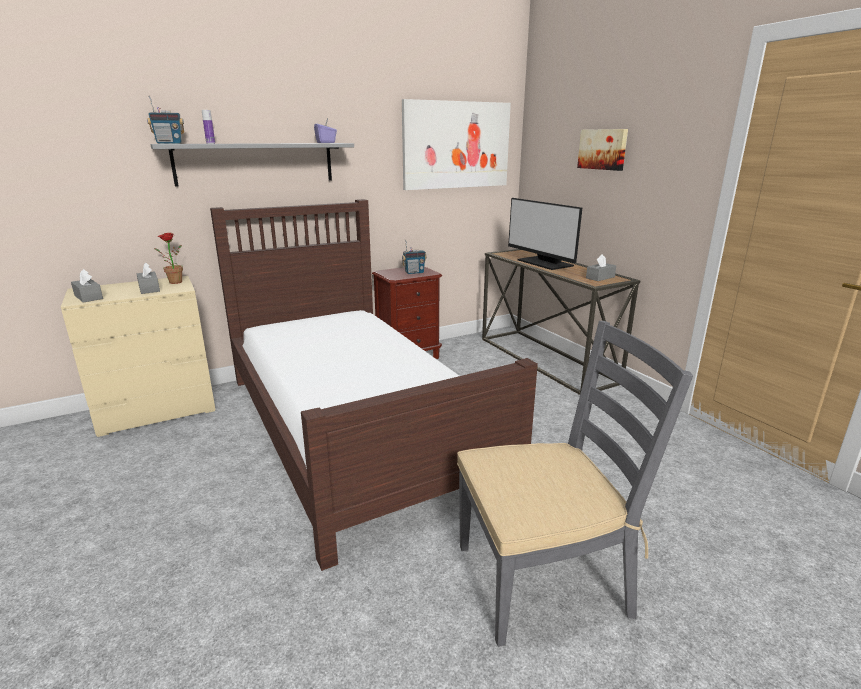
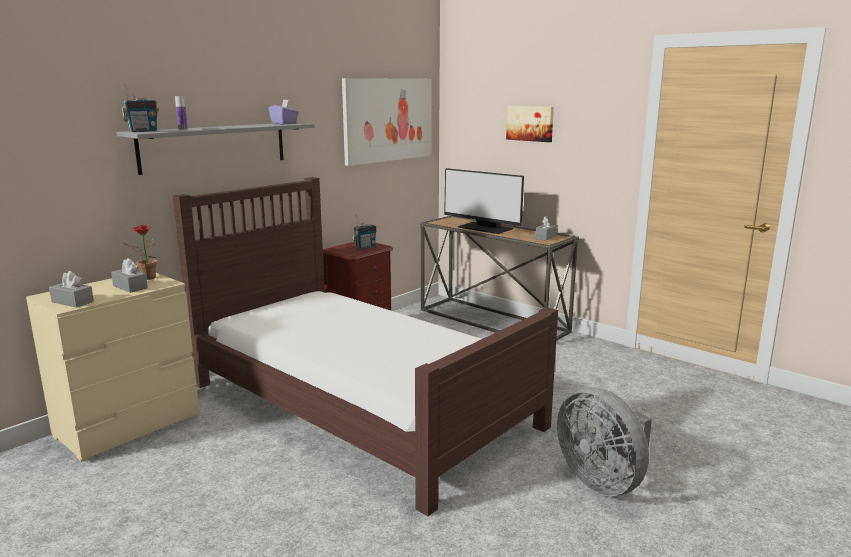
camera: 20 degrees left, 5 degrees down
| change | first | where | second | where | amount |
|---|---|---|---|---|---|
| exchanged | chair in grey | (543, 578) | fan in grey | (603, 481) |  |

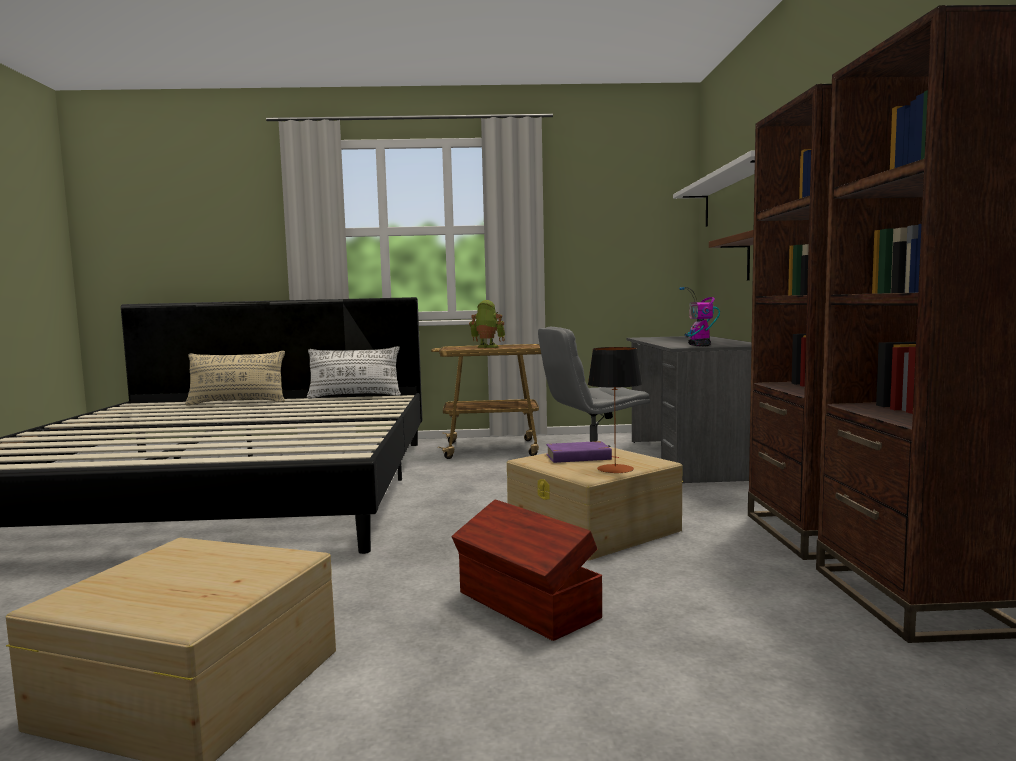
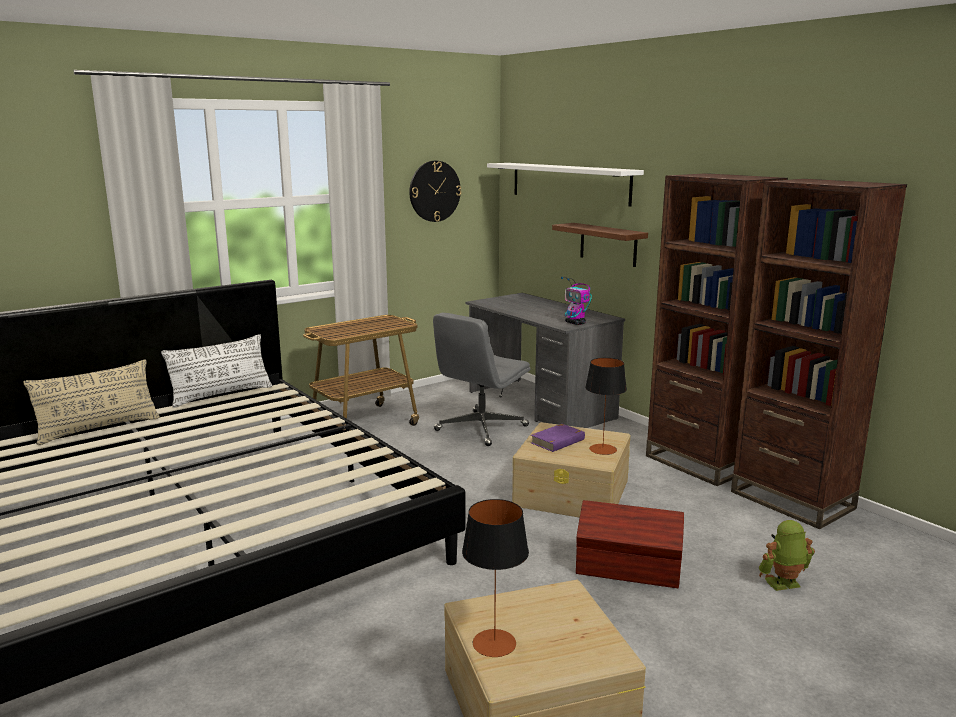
camera: 35 degrees left, 10 degrees up
| change | first | where | second | where | amount |
|---|---|---|---|---|---|
| appeared |  |  | wall clock | (434, 191) |  |
| appeared |  |  | table lamp | (494, 643) |  |
| relocated | toy robot | (487, 347) |  | (783, 585) |  |

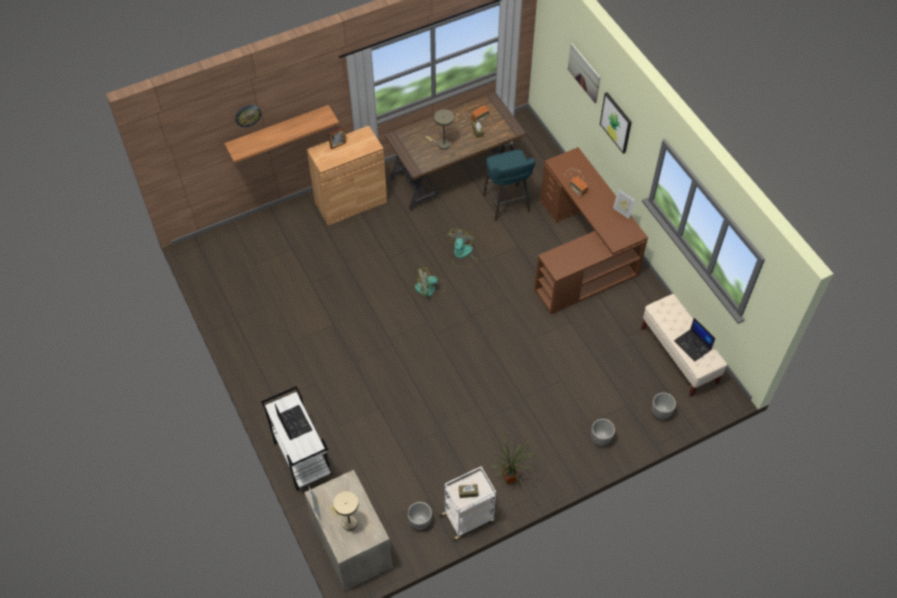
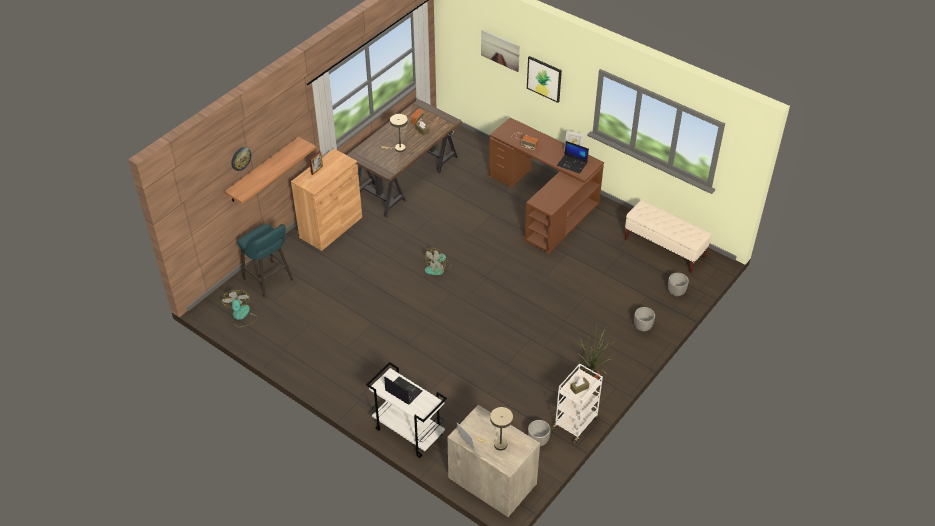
camera: 25 degrees left, 10 degrees down
| change | first | where | second | where | amount |
|---|---|---|---|---|---|
| relocated | fan | (461, 255) |  | (241, 316) |  |
| relocated | stool in turquoise | (507, 205) |  | (270, 281) |  |
| relocated | laptop | (693, 345) |  | (572, 164) |  |

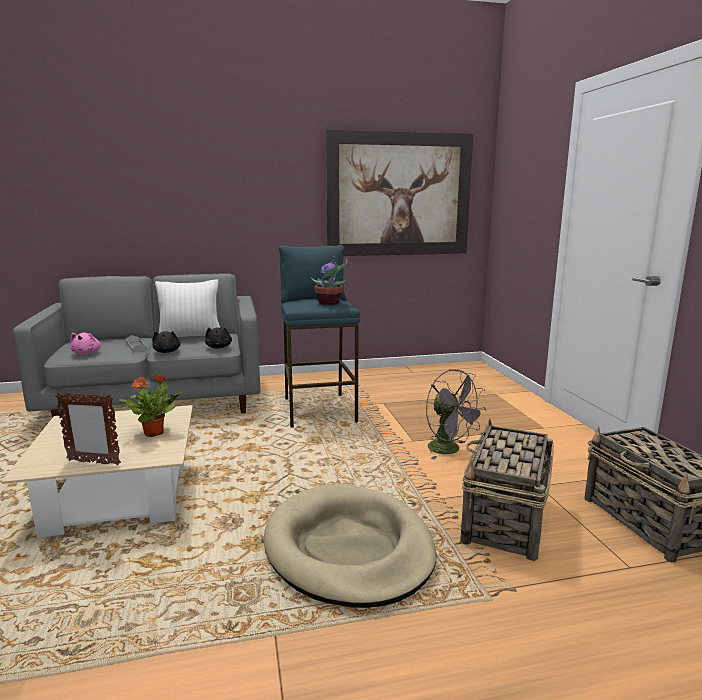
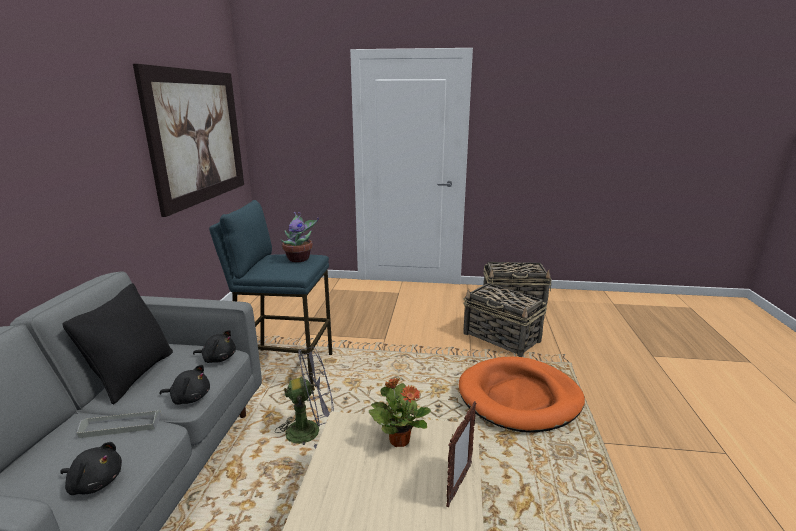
camera: 70 degrees left, 5 degrees up
| change | first | where | second | where | amount |
|---|---|---|---|---|---|
| colour | plush toy in pink | (87, 353) | plush toy in black | (95, 482) |  |
| colour | pillow in white | (191, 337) | pillow in black | (134, 375) |  |
| relocated | fan in grey | (450, 450) |  | (310, 429) |  |
| colour | dog bed in beige | (348, 549) | dog bed in orange | (519, 397) |  |

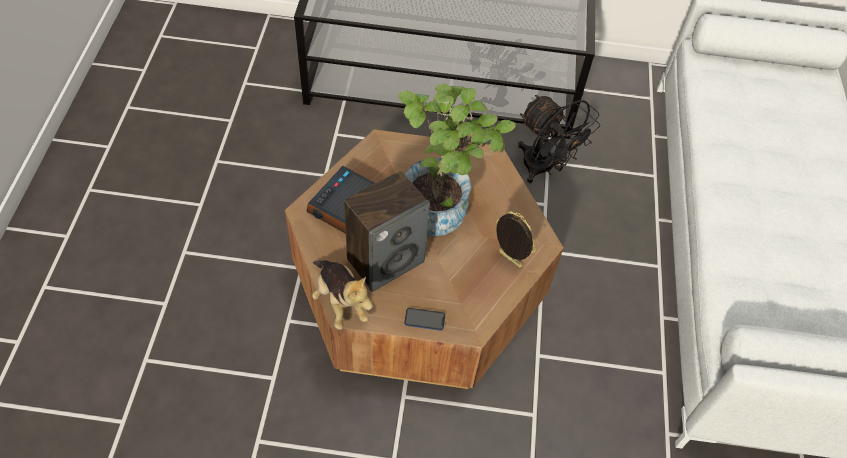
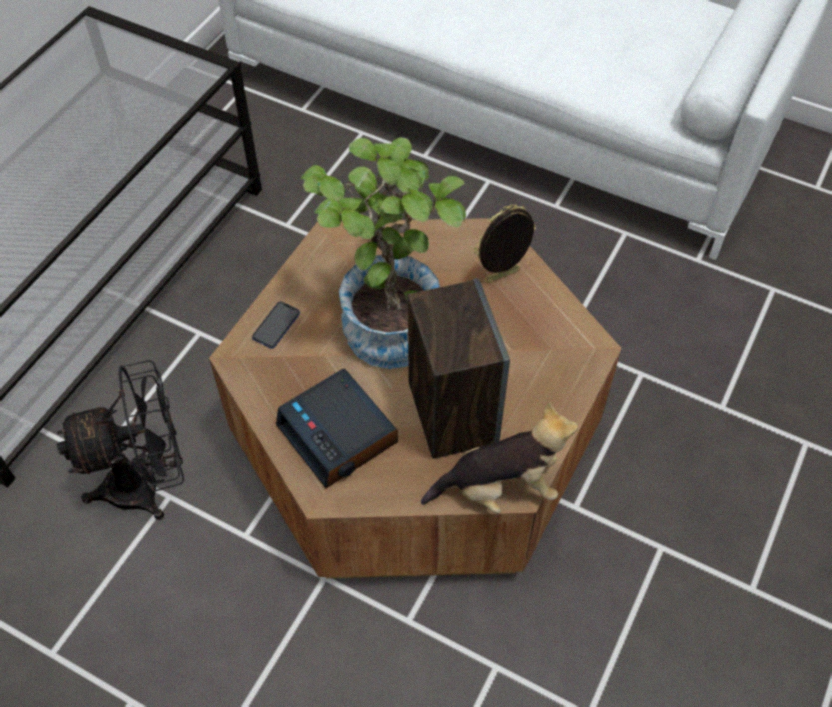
camera: 65 degrees left, 0 degrees up
| change | first | where | second | where | amount |
|---|---|---|---|---|---|
| relocated | fan in black | (544, 168) |  | (148, 484) |  |
| relocated | phone | (424, 319) |  | (276, 326) |  |

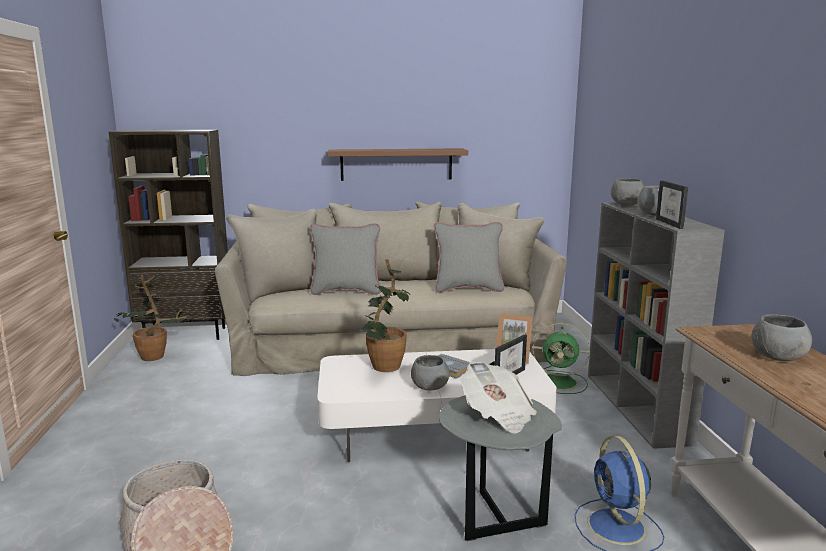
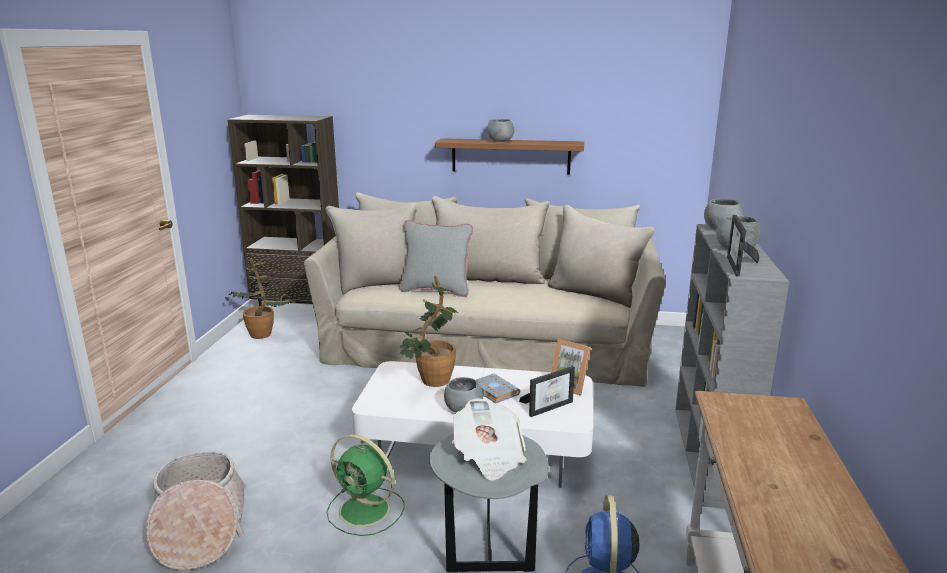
camera: 15 degrees right, 5 degrees up
| change | first | where | second | where | amount |
|---|---|---|---|---|---|
| relocated | fan in green | (560, 382) |  | (366, 511) |  |
| relocated | bowl in grey | (777, 357) |  | (500, 141) |  |
| missing | pillow in grey | (468, 289) |  |  |  |

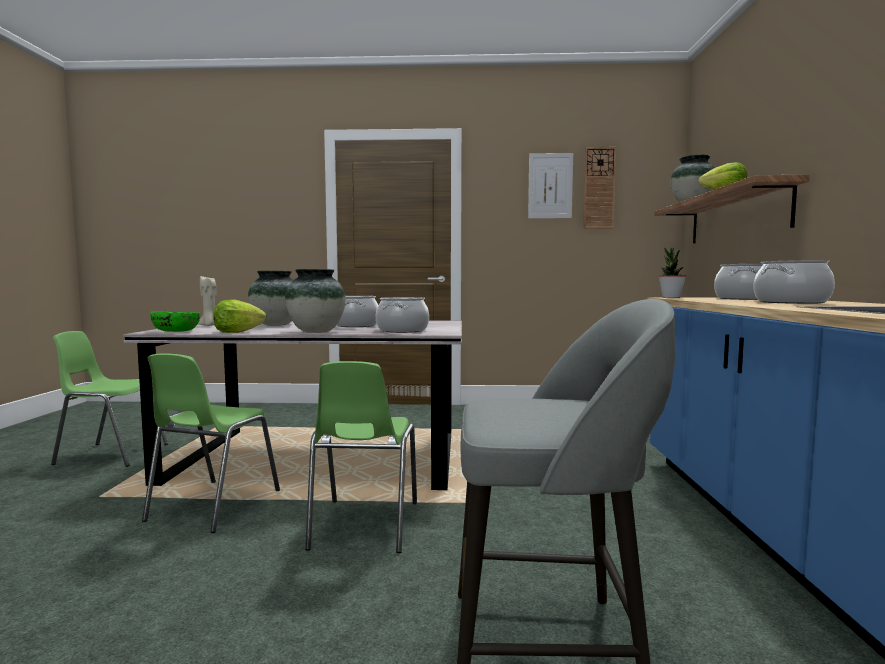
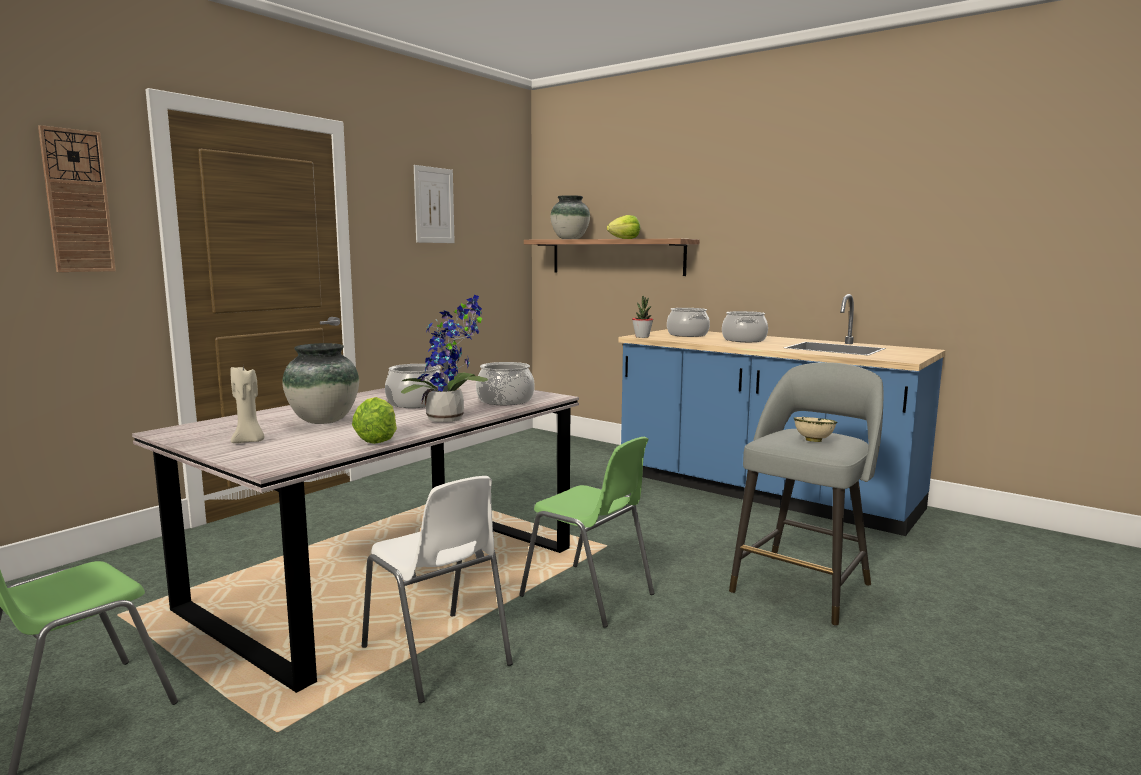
camera: 55 degrees left, 5 degrees up
| change | first | where | second | where | amount |
|---|---|---|---|---|---|
| relocated | wall clock | (599, 188) |  | (77, 201) |  |
| colour | chair in green | (212, 506) | chair in white | (437, 656) |  |
| exchanged | vase | (316, 331) | potted plant | (450, 419) |  |
| appeared |  |  | bowl in beige | (812, 441) |  |
| missing | bowl in green | (177, 331) |  |  |  |

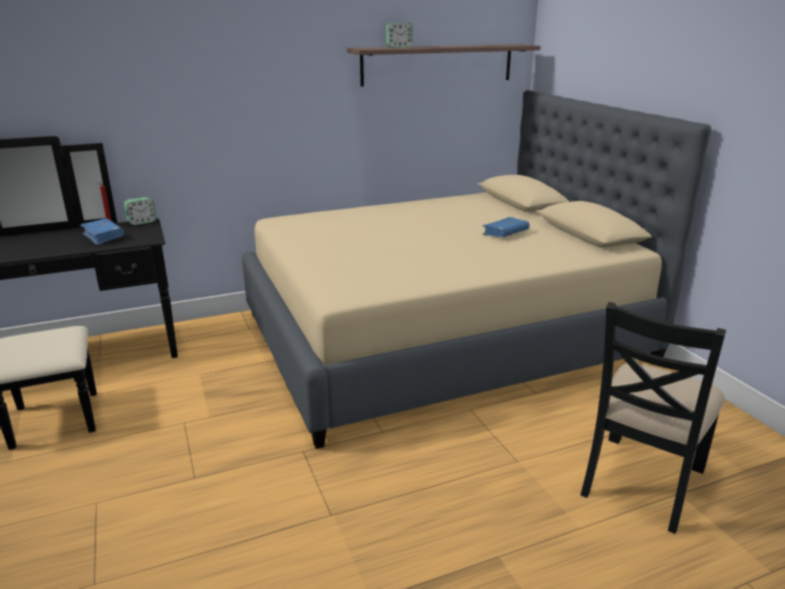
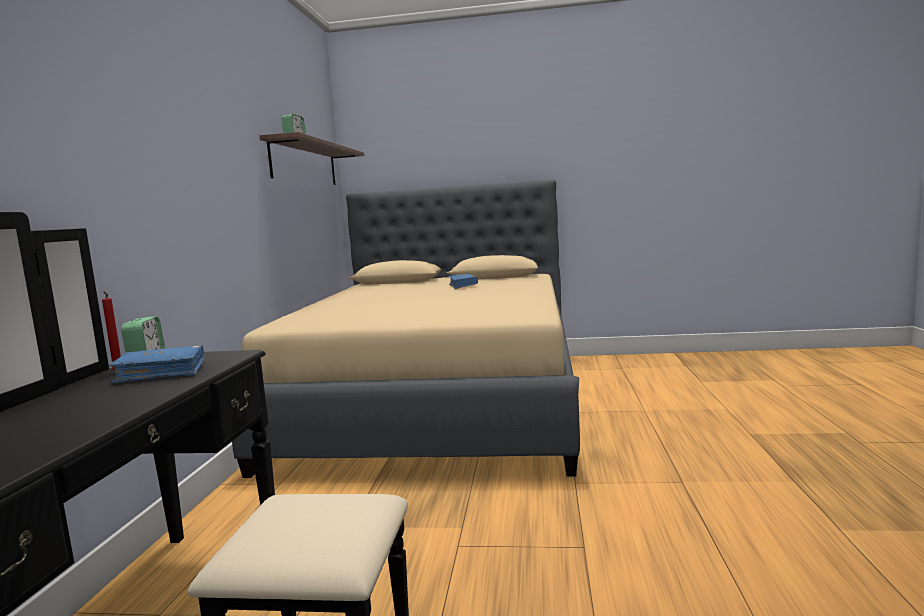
camera: 60 degrees left, 15 degrees down
| change | first | where | second | where | amount |
|---|---|---|---|---|---|
| missing | chair in black | (641, 481) |  |  |  |

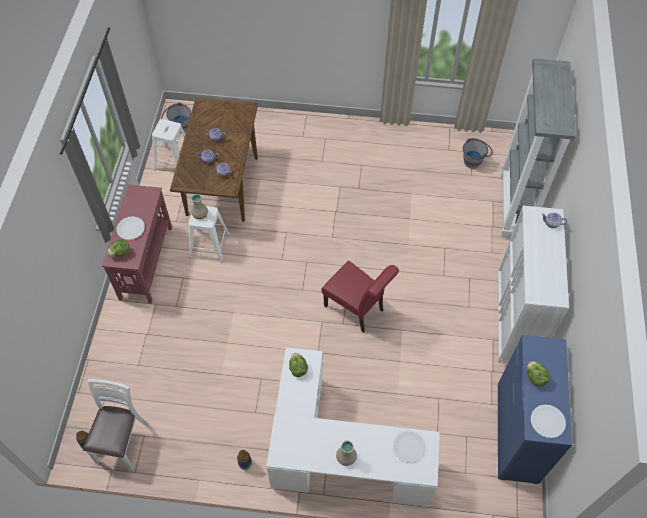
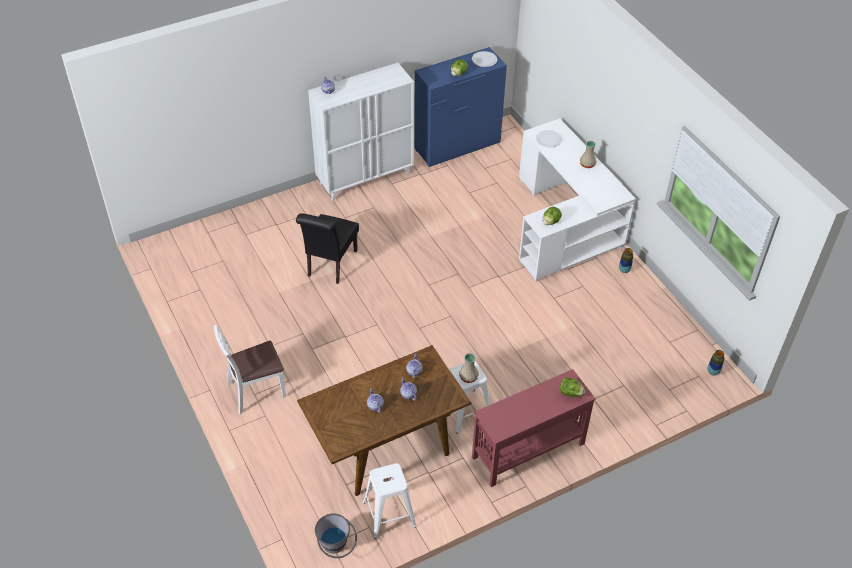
camera: 125 degrees left, 10 degrees down
| change | first | where | second | where | amount |
|---|---|---|---|---|---|
| relocated | chair in white | (122, 441) |  | (255, 391) |  |
| appeared |  |  | chair in black | (330, 265) |  |
| missing | plate in white | (131, 228) |  |  |  |
| missing | chair in red | (357, 310) |  |  |  |
| missing | bucket in grey | (474, 160) |  |  |  |
| missing | bookcase in grey | (514, 206) |  |  |  |

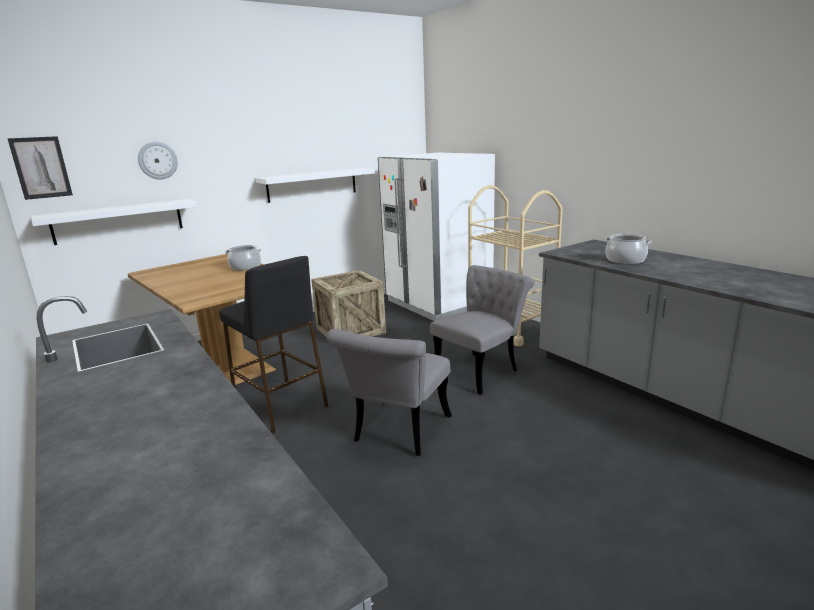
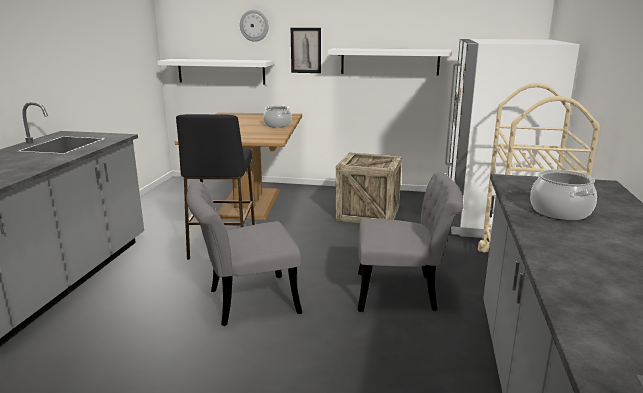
camera: 45 degrees right, 0 degrees up
| change | first | where | second | where | amount |
|---|---|---|---|---|---|
| relocated | picture | (41, 167) |  | (306, 50) |  |

